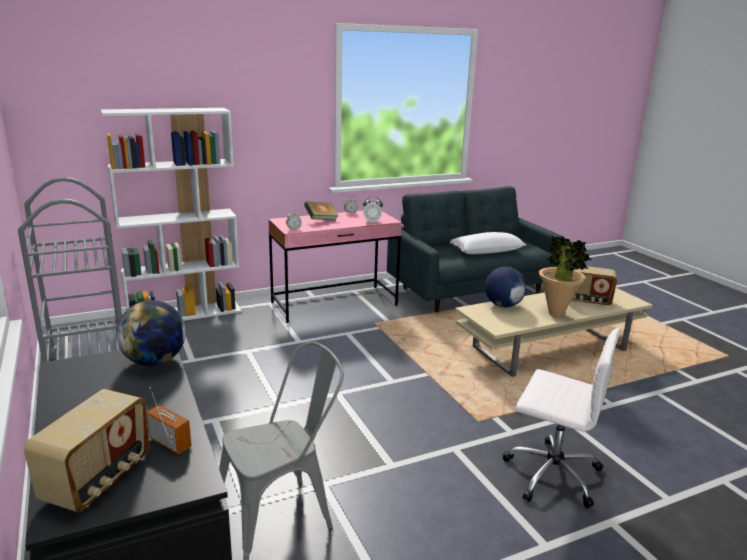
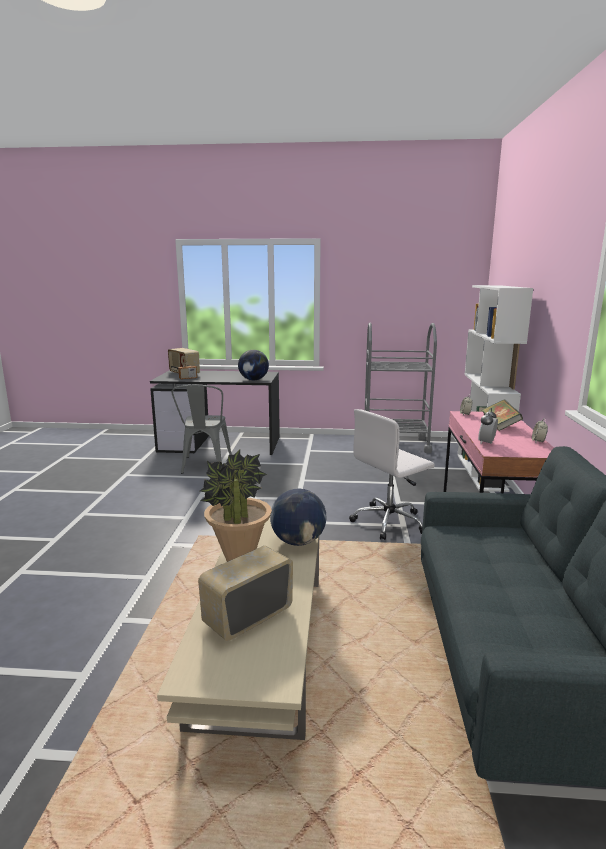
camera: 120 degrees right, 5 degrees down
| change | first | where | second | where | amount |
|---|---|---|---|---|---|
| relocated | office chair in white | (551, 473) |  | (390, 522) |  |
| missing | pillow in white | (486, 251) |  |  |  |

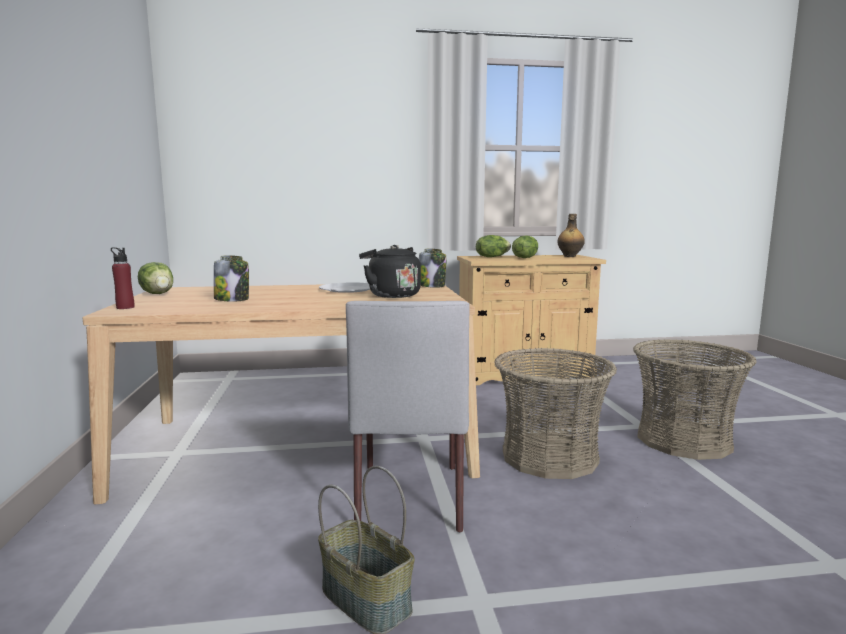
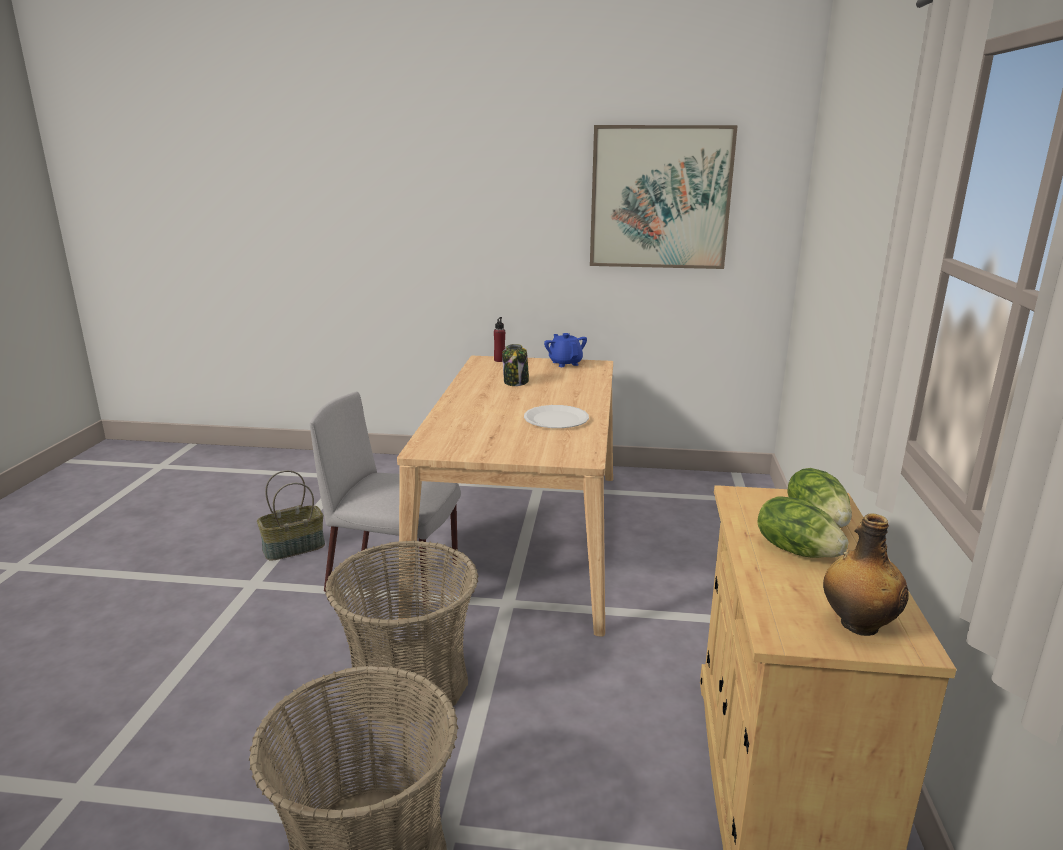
camera: 105 degrees right, 10 degrees up
| change | first | where | second | where | amount |
|---|---|---|---|---|---|
| exchanged | lettuce | (158, 294) | teapot in blue | (565, 363) |  |
| appeared |  |  | picture | (660, 198) |  |
| missing | kettle in black | (391, 295) |  |  |  |
| missing | jar | (431, 286) |  |  |  |

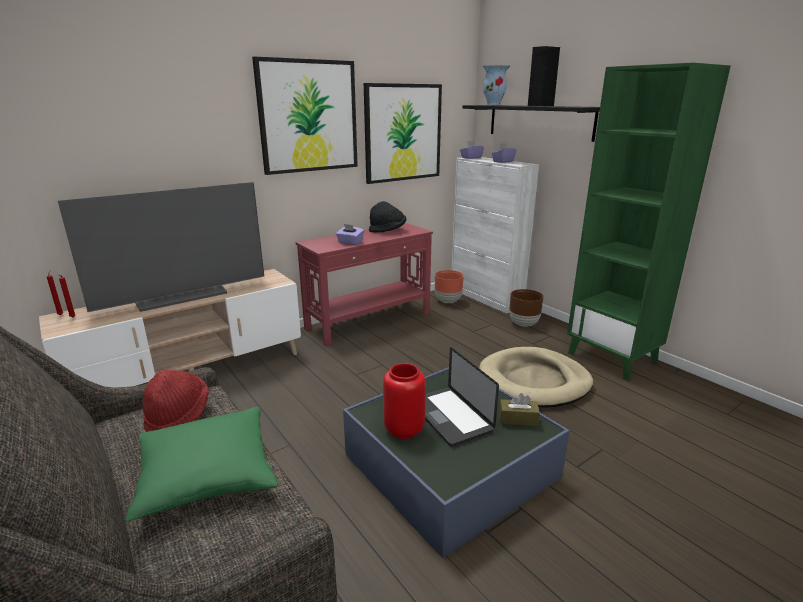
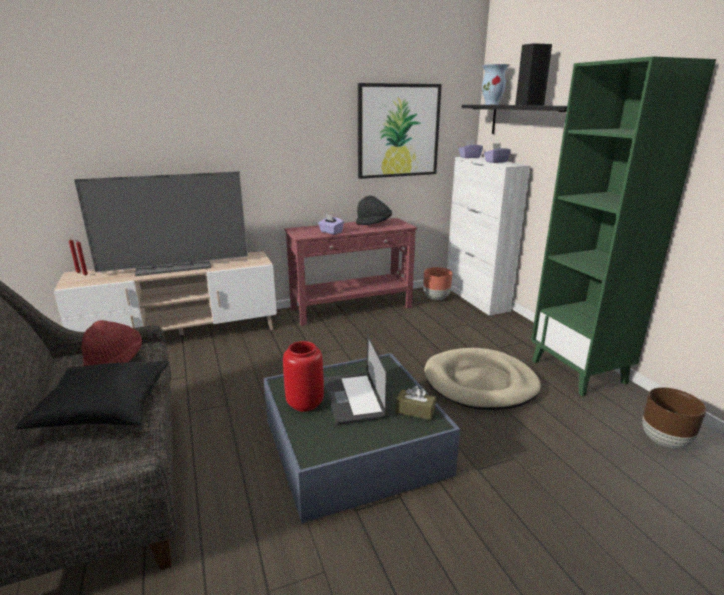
camera: 15 degrees right, 0 degrees up
| change | first | where | second | where | amount |
|---|---|---|---|---|---|
| colour | pillow in green | (207, 475) | pillow in black | (105, 409) |  |
| relocated | planter in brown | (524, 324) |  | (665, 441) |  |
| missing | picture | (308, 116) |  |  |  |

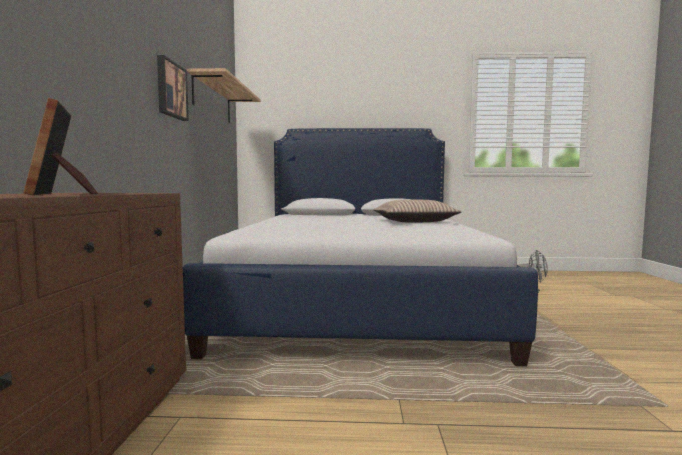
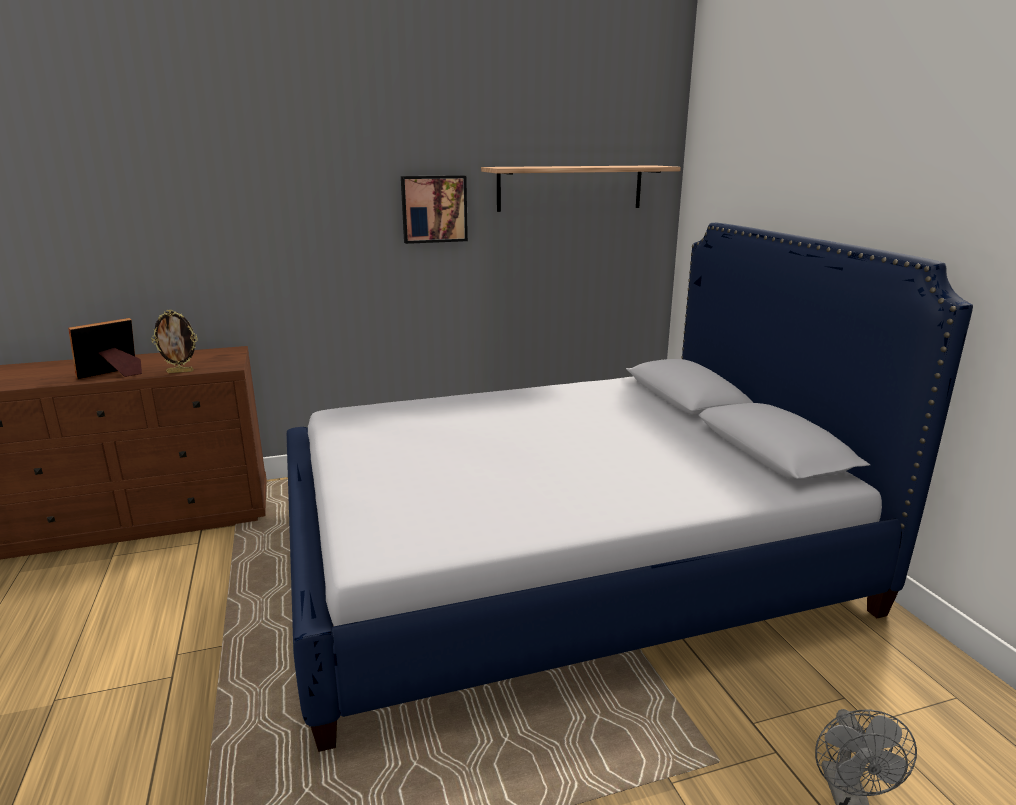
camera: 70 degrees right, 15 degrees up
| change | first | where | second | where | amount |
|---|---|---|---|---|---|
| appeared |  |  | picture frame | (180, 371) |  |
| missing | pillow | (413, 221) |  |  |  |

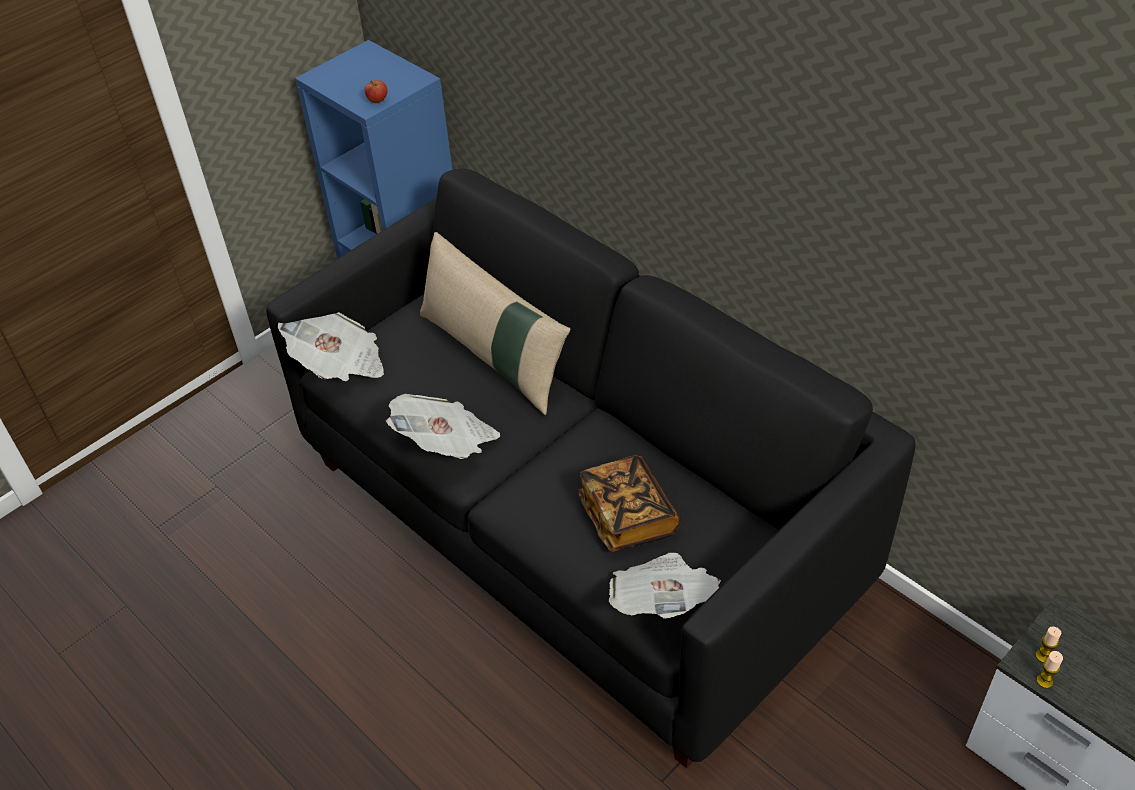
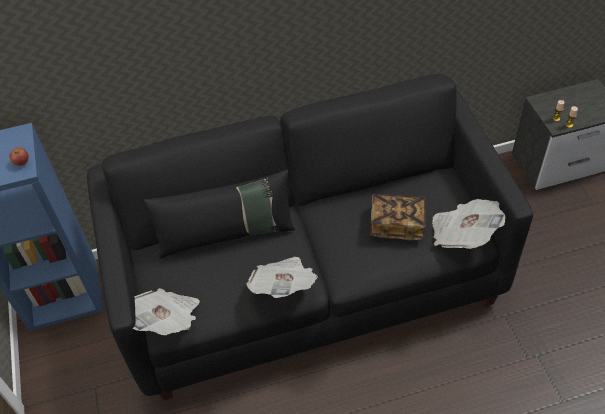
camera: 60 degrees left, 5 degrees up
| change | first | where | second | where | amount |
|---|---|---|---|---|---|
| colour | pillow in beige | (494, 356) | pillow in black | (227, 234) |  |

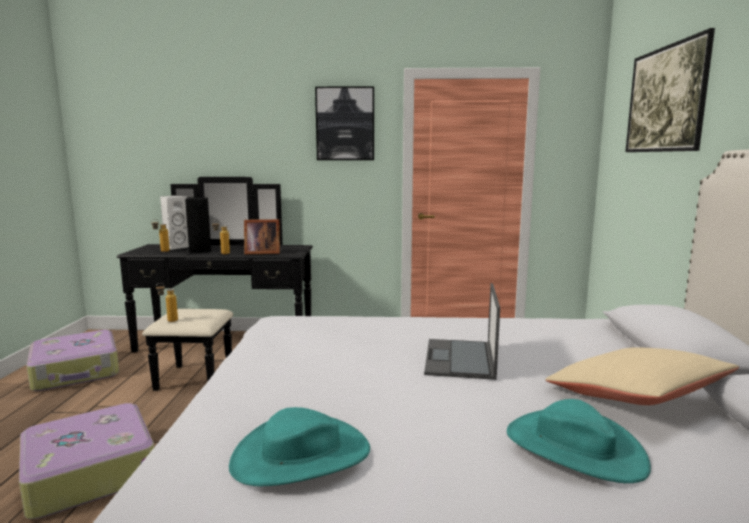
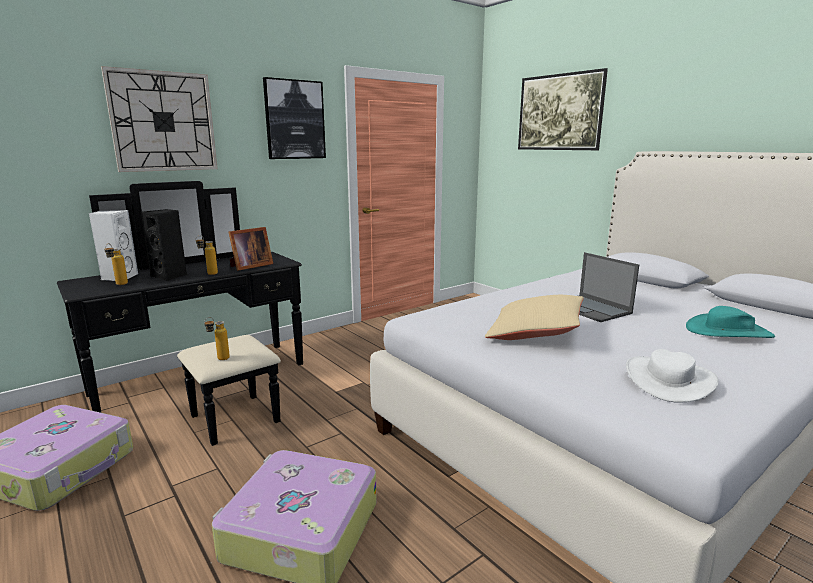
camera: 40 degrees left, 5 degrees up
| change | first | where | second | where | amount |
|---|---|---|---|---|---|
| appeared |  |  | wall clock | (163, 122) |  |
| relocated | pillow in beige | (634, 398) |  | (534, 333) |  |
| colour | hat in turquoise | (301, 456) | hat in white | (669, 380) |  |

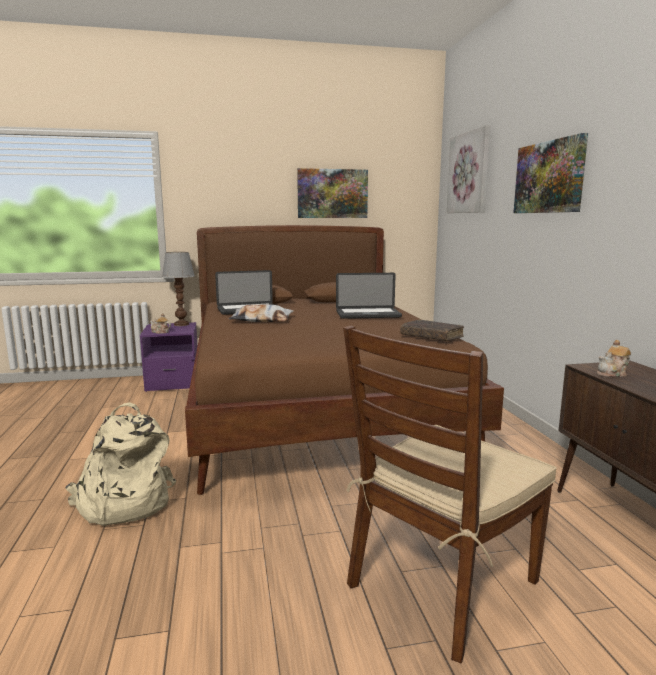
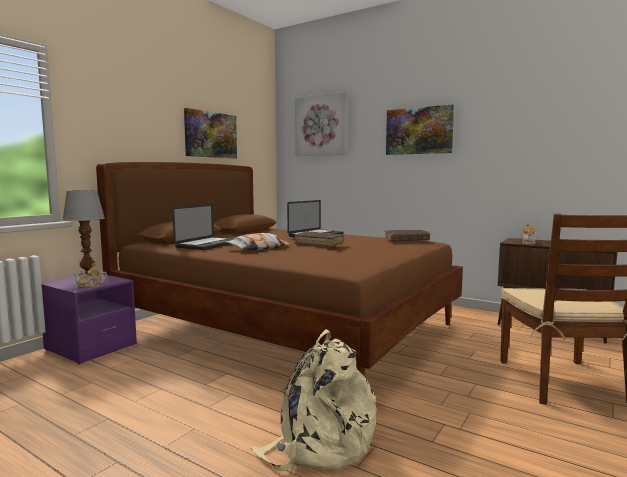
camera: 45 degrees left, 5 degrees down
| change | first | where | second | where | amount |
|---|---|---|---|---|---|
| appeared |  |  | book in brown | (319, 244) |  |

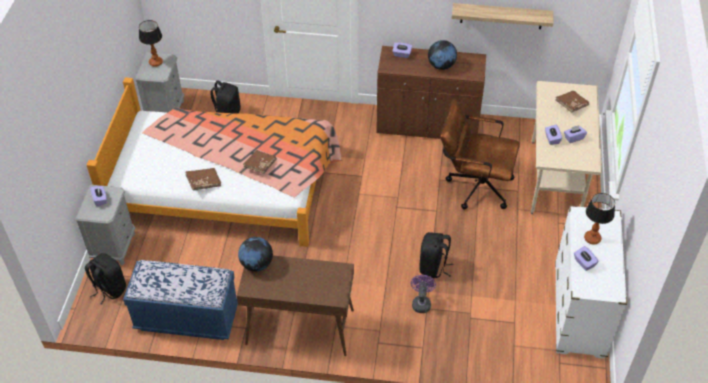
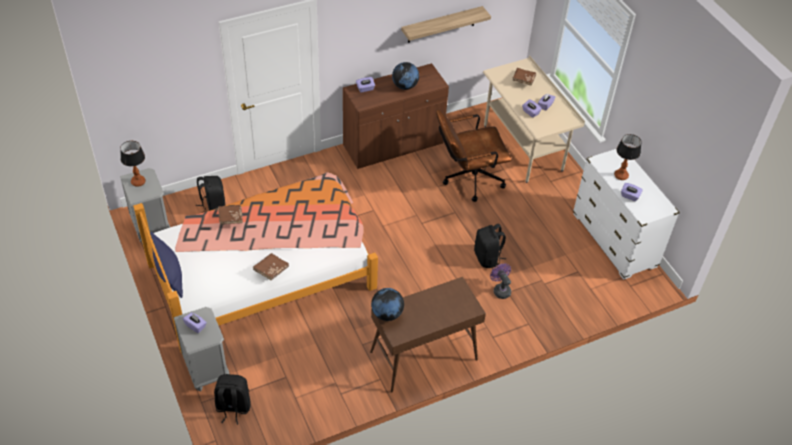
camera: 35 degrees left, 0 degrees up
| change | first | where | second | where | amount |
|---|---|---|---|---|---|
| appeared |  |  | pillow in blue | (169, 274) |  |
| relocated | book in brown | (260, 165) |  | (230, 218) |  |
| missing | bench in blue | (187, 318) |  |  |  |

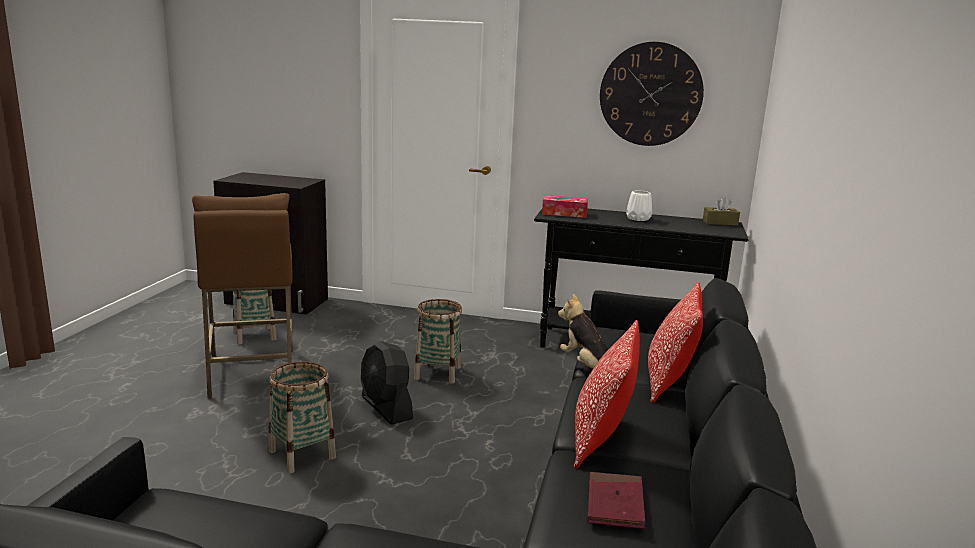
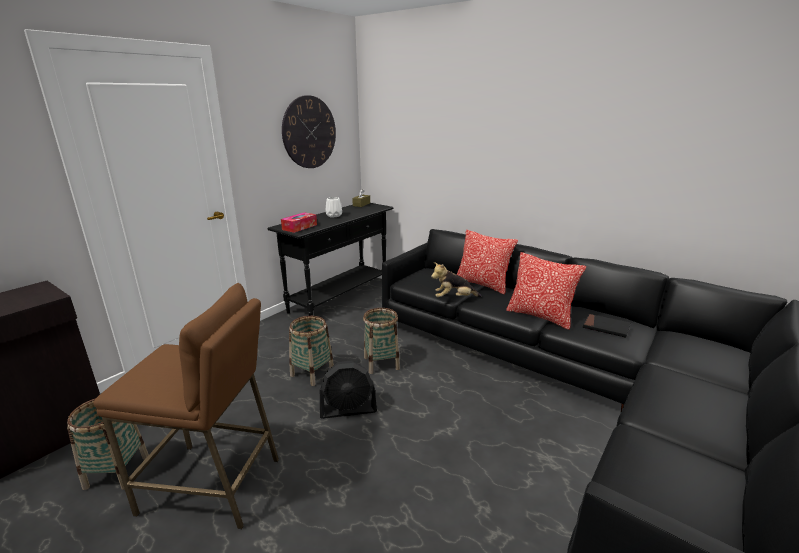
camera: 65 degrees left, 5 degrees up
| change | first | where | second | where | amount |
|---|---|---|---|---|---|
| relocated | basket | (302, 454) |  | (381, 363) |  |
| colour | book in red | (615, 504) | book in black | (606, 327) |  |

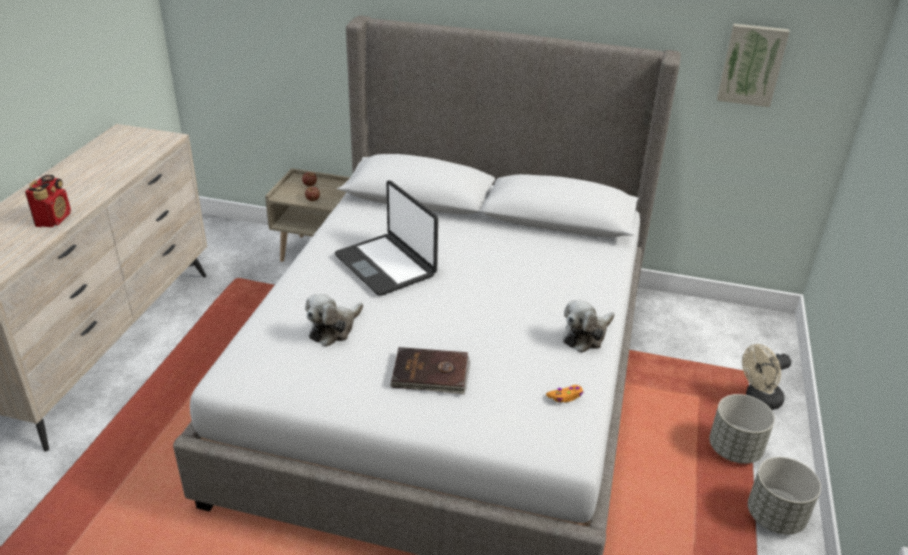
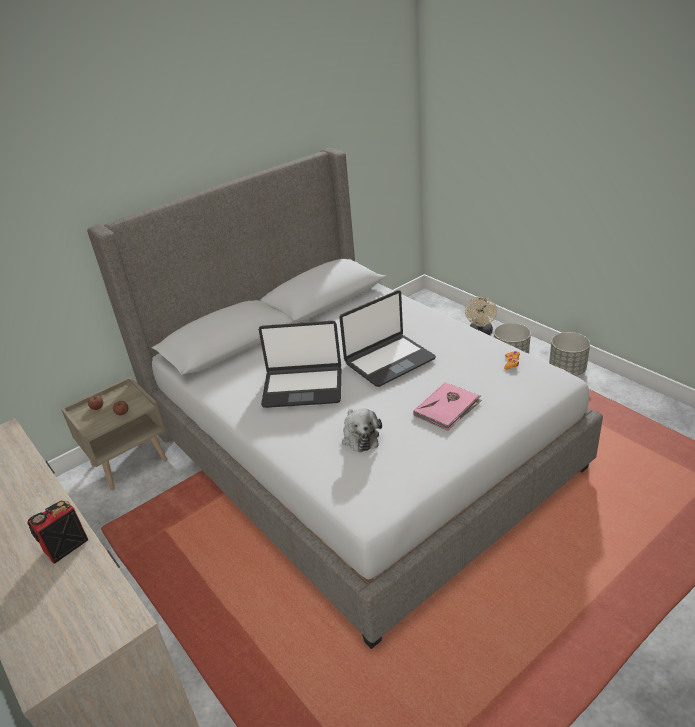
camera: 50 degrees left, 0 degrees up
| change | first | where | second | where | amount |
|---|---|---|---|---|---|
| spun | radio | (54, 219) |  | (65, 546) | 90 degrees counterclockwise |
| appeared |  |  | laptop | (389, 361) |  |
| colour | book in brown | (431, 374) | book in pink | (447, 408) |  |
| missing | plush toy | (586, 336) |  |  |  |
| missing | picture | (751, 64) |  |  |  |

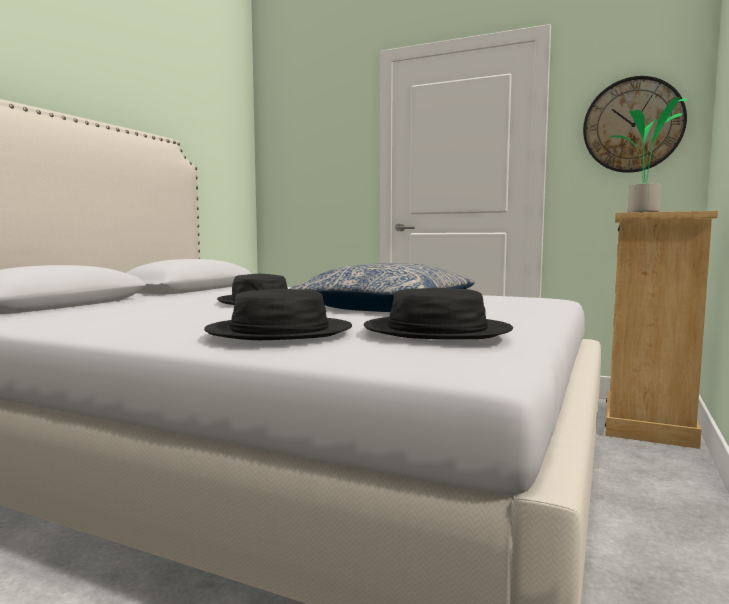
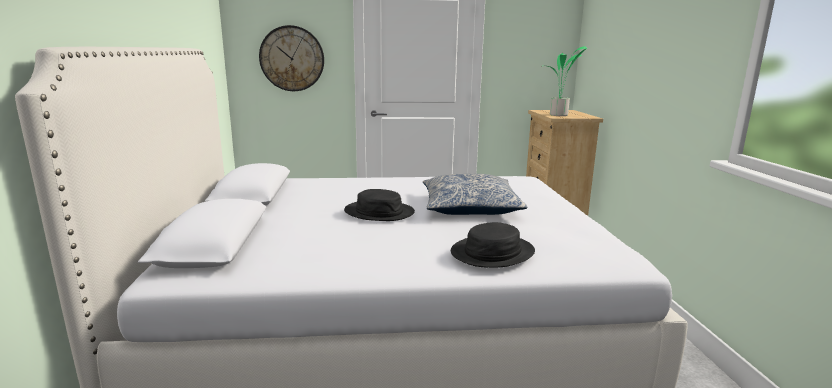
camera: 30 degrees left, 10 degrees up
| change | first | where | second | where | amount |
|---|---|---|---|---|---|
| relocated | wall clock | (633, 125) |  | (292, 58) |  |
| missing | hat in black | (436, 331) |  |  |  |

